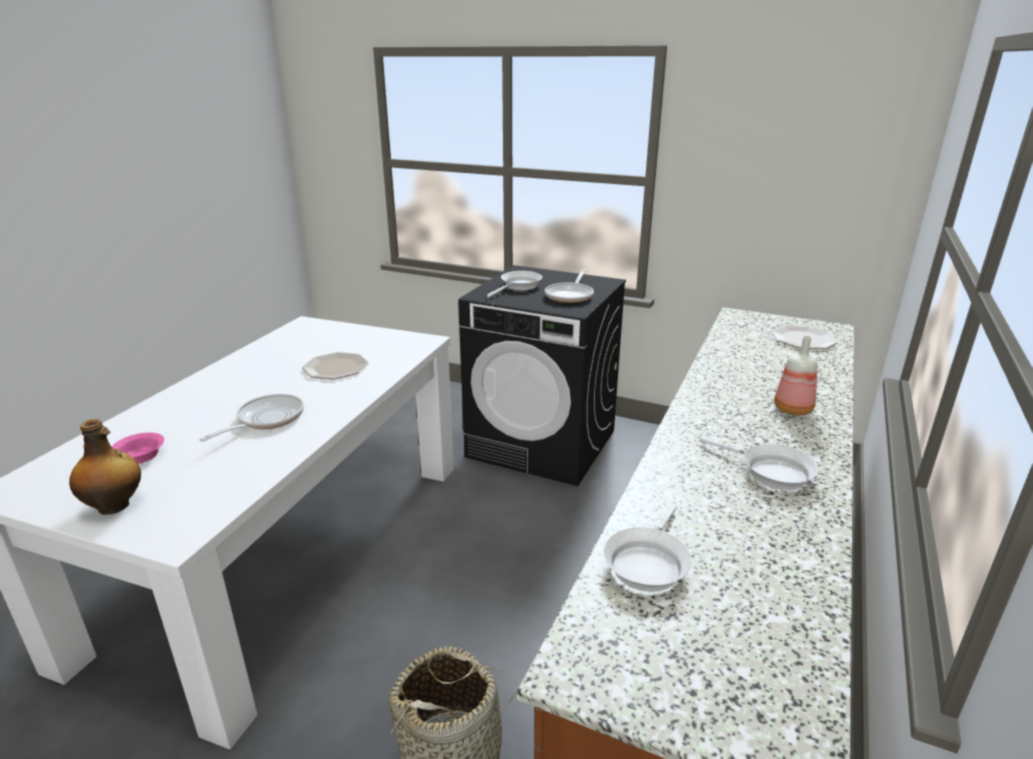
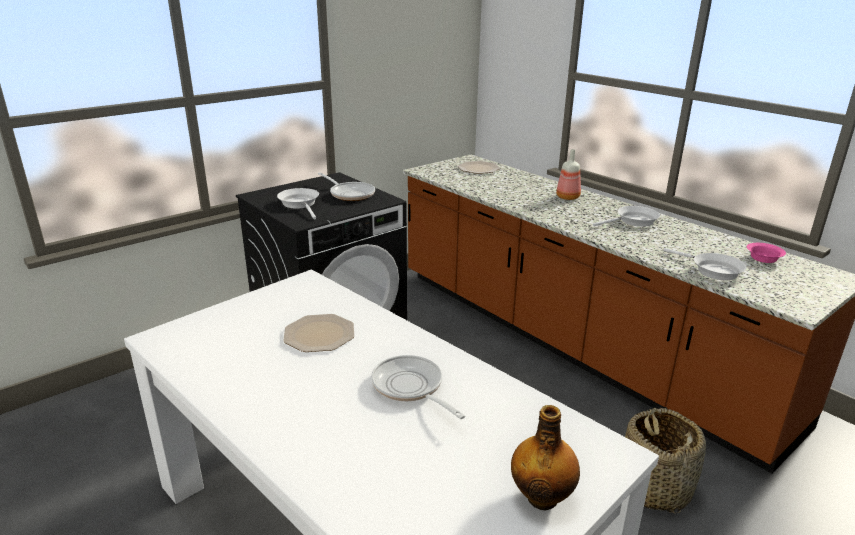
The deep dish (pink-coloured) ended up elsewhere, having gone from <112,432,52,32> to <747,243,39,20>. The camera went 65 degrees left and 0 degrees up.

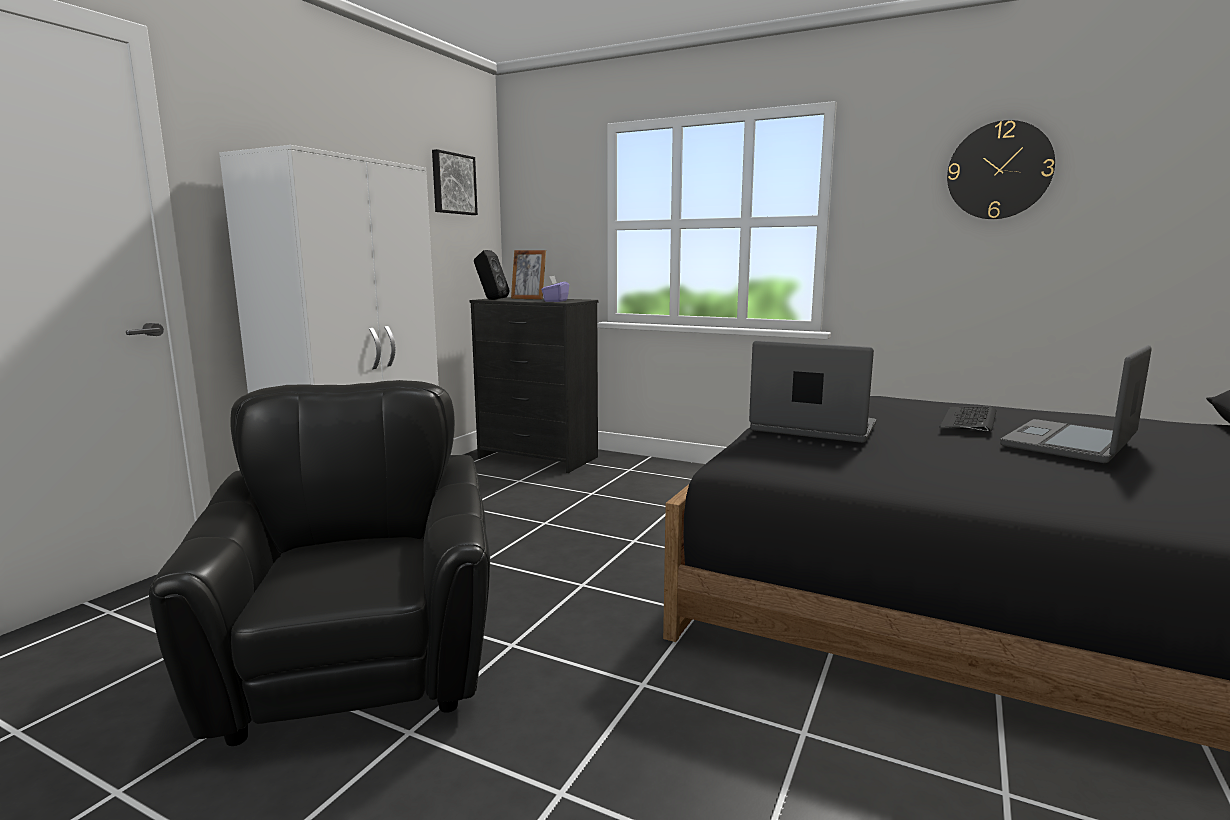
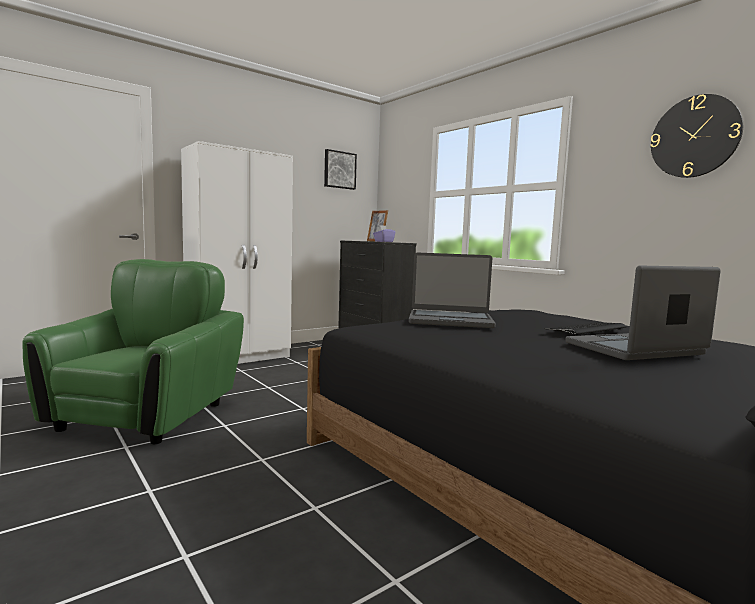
What was the armchair (black) at <149,380,341,366> turned into the armchair (green) at <22,259,222,185>. The second view lost the speaker (black) at <474,250,35,50>. The portable computer at <749,341,127,102> ended up facing another way, 135 degrees clockwise from before. The camera went 25 degrees right and 5 degrees down.

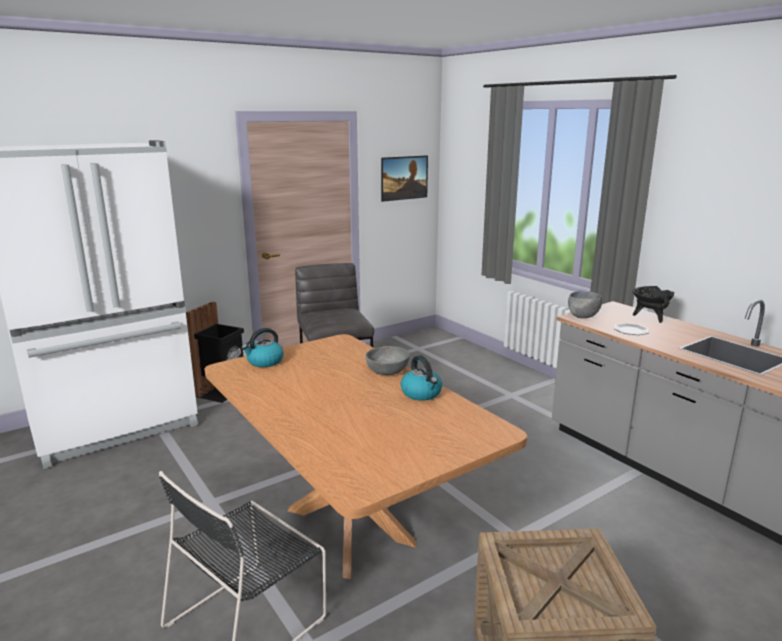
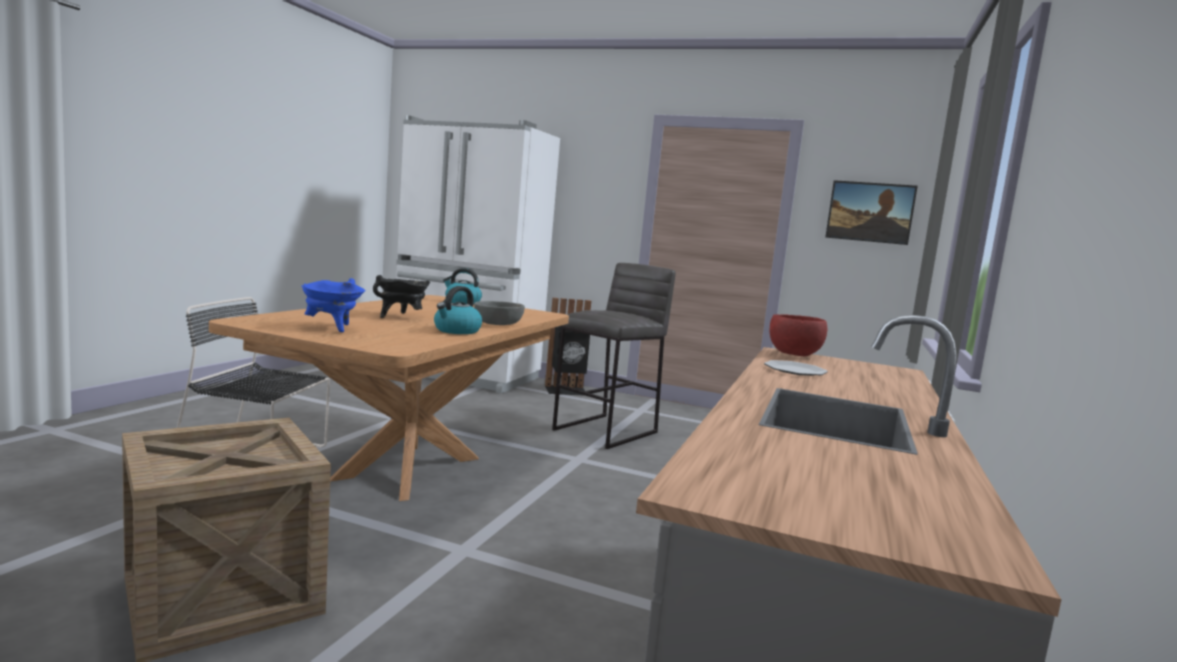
What was the deep dish (grey) at <568,291,34,27> turned into the deep dish (red) at <769,314,58,42>. The stockpot (black) ended up elsewhere, having gone from <632,286,42,37> to <373,275,57,43>. The second view gained the stockpot (blue-coloured) at <301,278,64,54>. The camera went 55 degrees right and 10 degrees down.

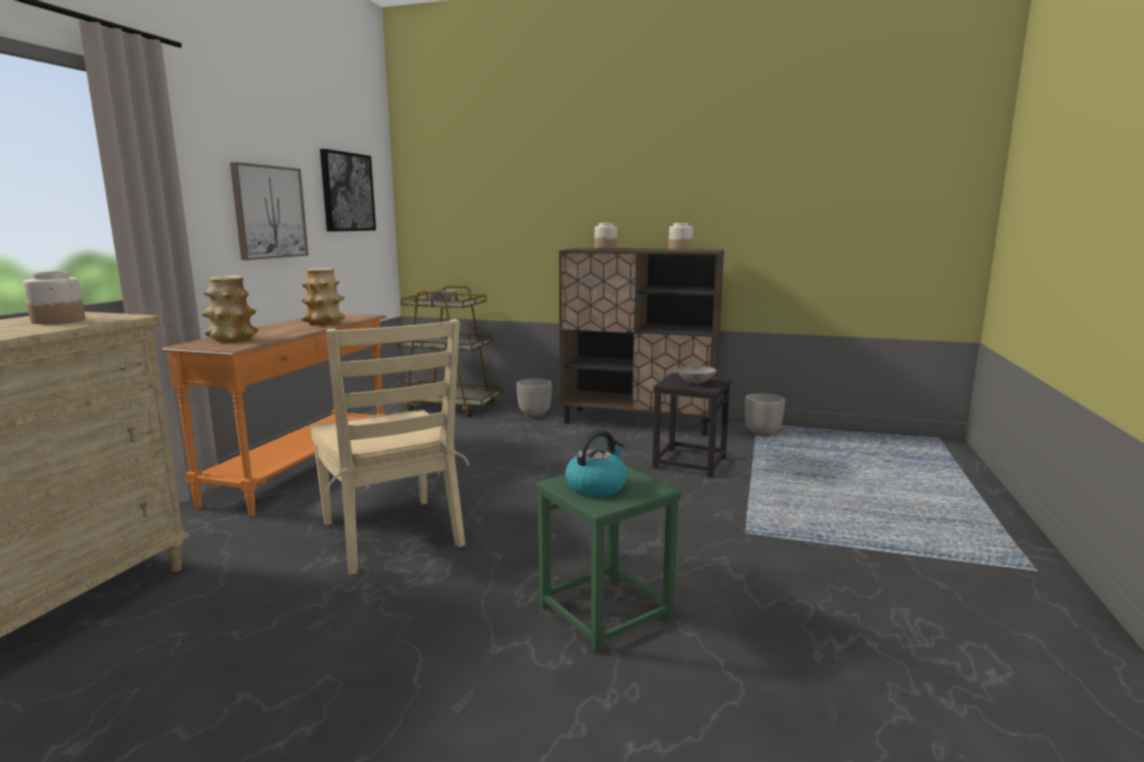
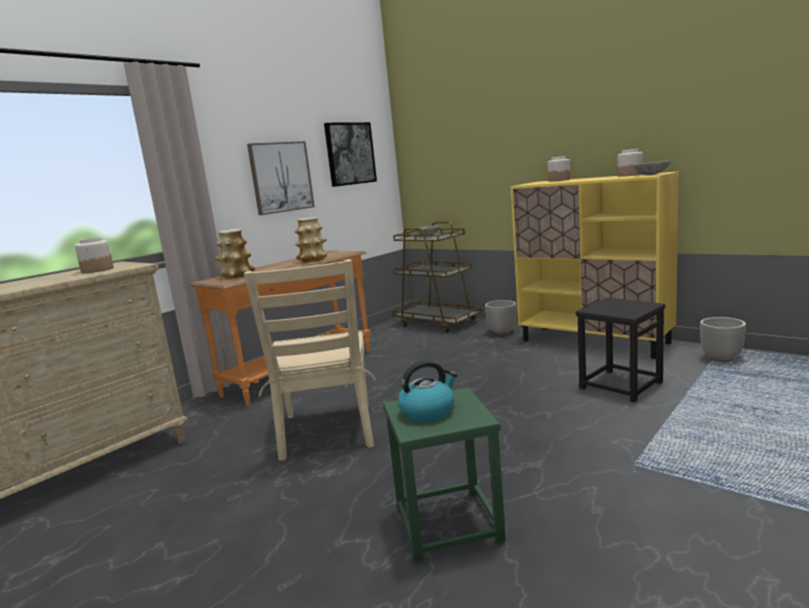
What was the storage cabinet (brown) at <559,248,165,188> turned into the storage cabinet (yellow-coloured) at <511,172,168,187>. The deep dish (grey) ended up elsewhere, having gone from <678,366,39,18> to <634,160,37,15>. The camera went 25 degrees right and 0 degrees up.

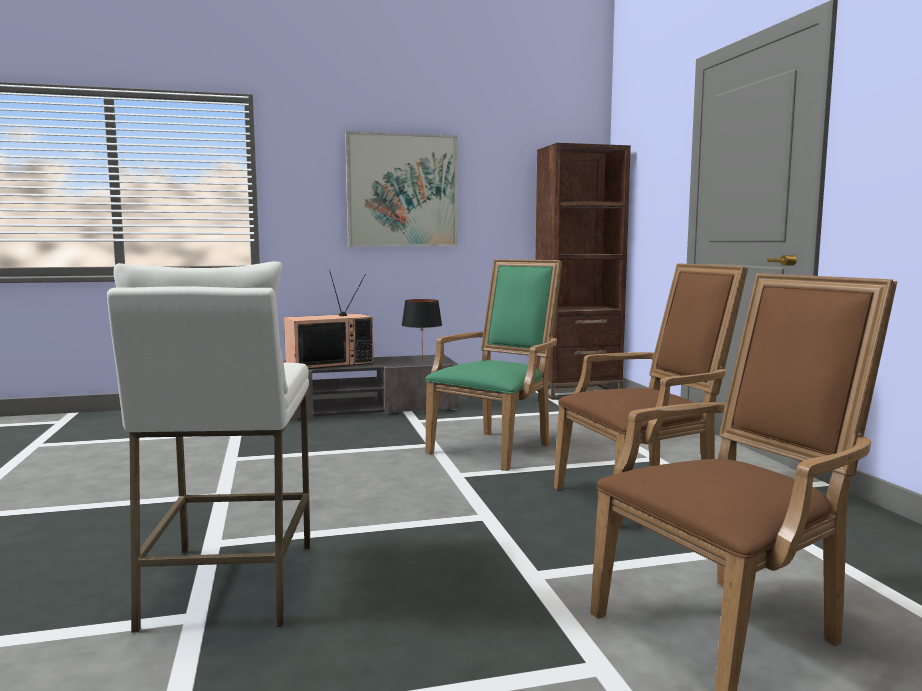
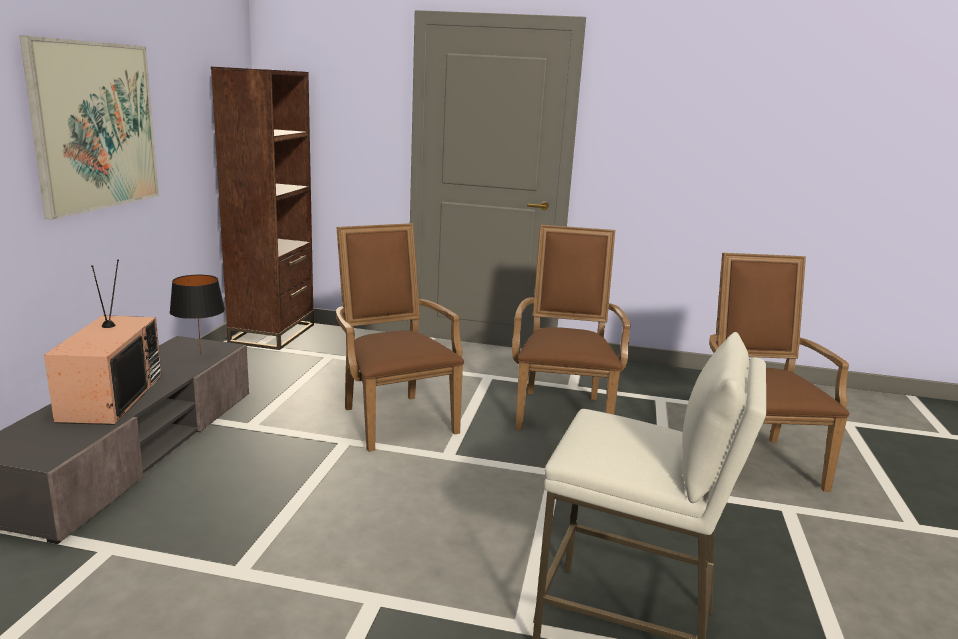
What was the armchair (green) at <425,259,137,212> turned into the armchair (brown) at <336,223,128,229>. The camera went 65 degrees left and 10 degrees up.

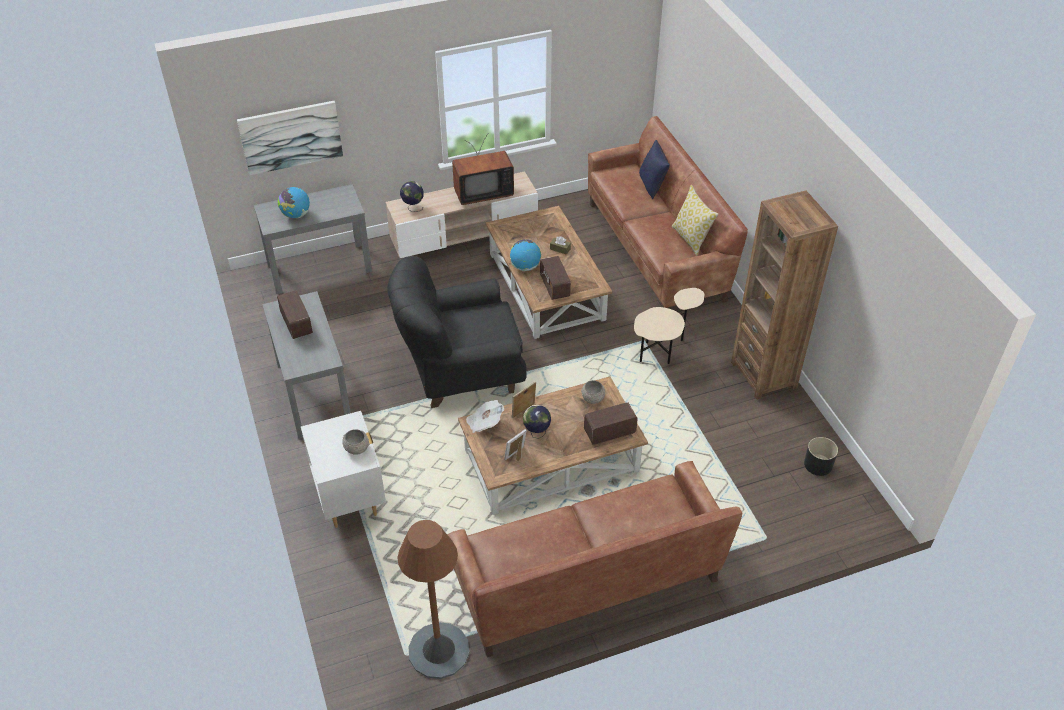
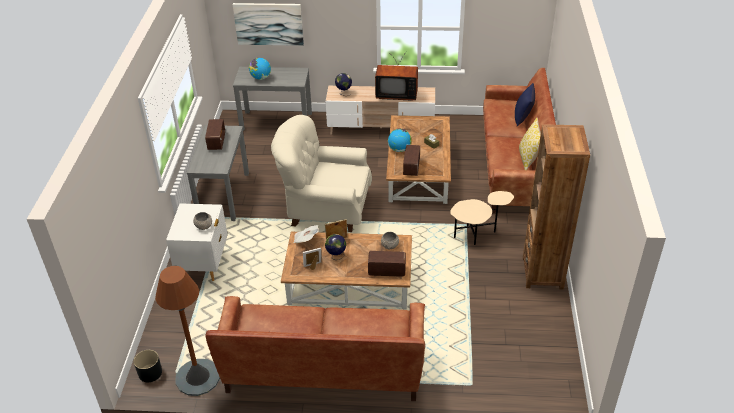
What was the armchair (black) at <387,256,140,152> turned into the armchair (beige-coloured) at <271,115,101,117>. The plant pot (black) ended up elsewhere, having gone from <804,437,34,39> to <134,350,28,33>. The camera went 25 degrees right and 5 degrees down.

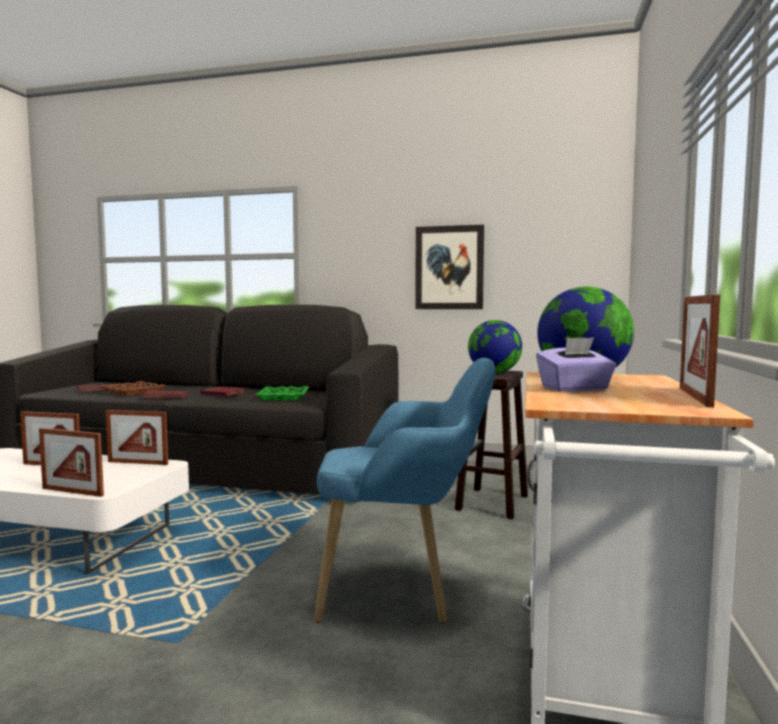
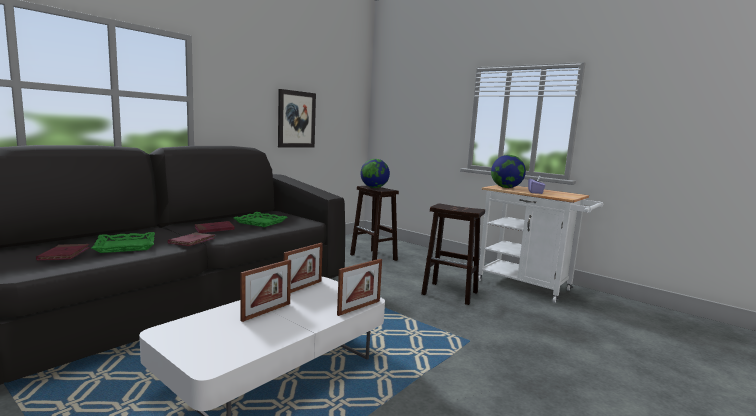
What was the serving tray (brown) at <100,381,66,15> turned into the serving tray (green) at <92,232,63,21>. Where the armchair (blue-coloured) stood at <314,358,182,265>, the sitting stool (brown) came to stand at <421,203,64,102>. The second view lost the standing frame at <680,295,40,112>. The camera went 65 degrees left and 5 degrees up.

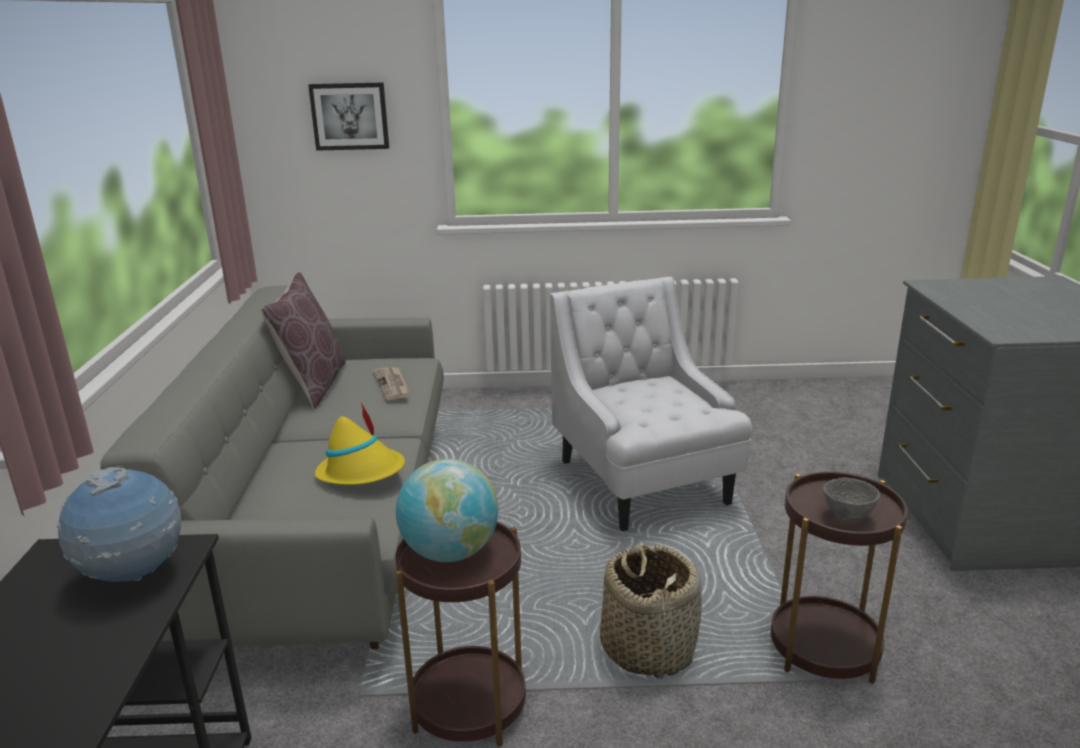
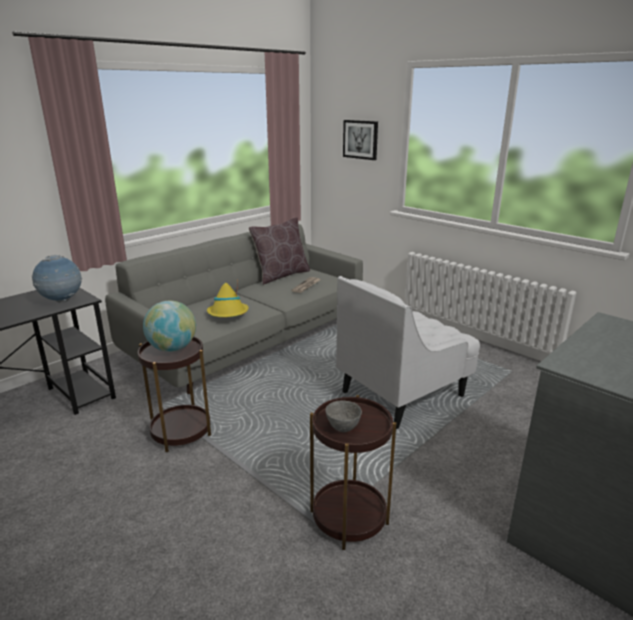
The armchair (whitish) at <550,277,203,254> ended up facing another way, 150 degrees counterclockwise from before. The second view lost the storage basket at <600,543,102,136>. The camera went 45 degrees right and 0 degrees up.

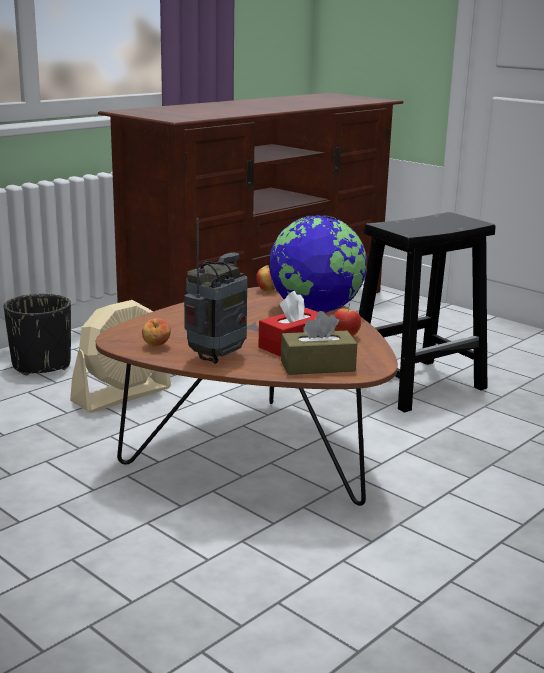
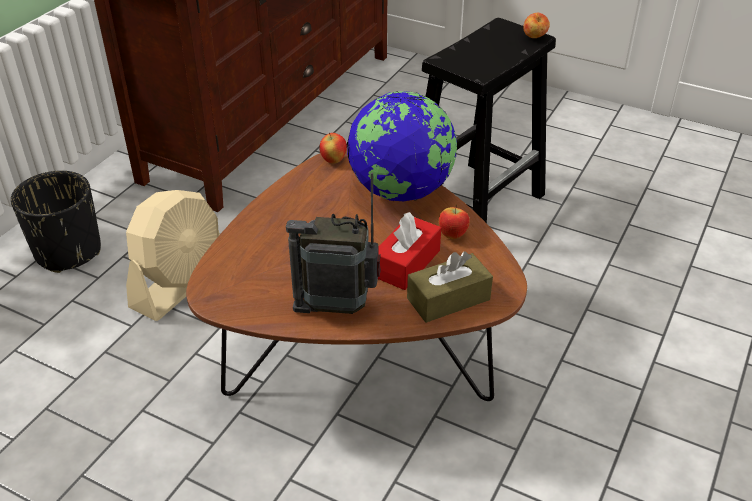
The apple ended up elsewhere, having gone from <142,318,29,29> to <523,13,27,25>. The radio set at <184,218,64,146> ended up facing another way, 105 degrees counterclockwise from before. The camera went 15 degrees left and 20 degrees up.

